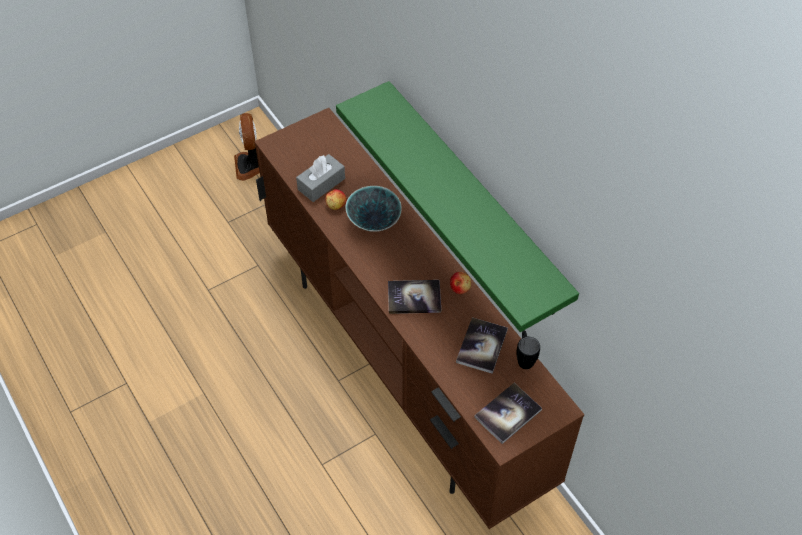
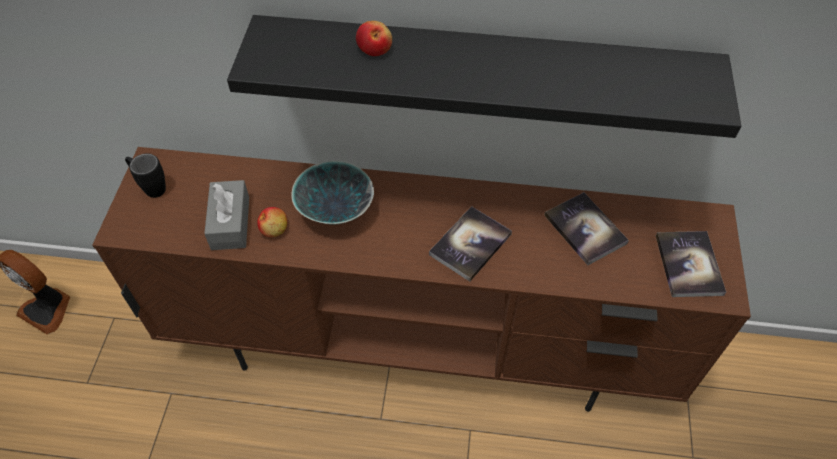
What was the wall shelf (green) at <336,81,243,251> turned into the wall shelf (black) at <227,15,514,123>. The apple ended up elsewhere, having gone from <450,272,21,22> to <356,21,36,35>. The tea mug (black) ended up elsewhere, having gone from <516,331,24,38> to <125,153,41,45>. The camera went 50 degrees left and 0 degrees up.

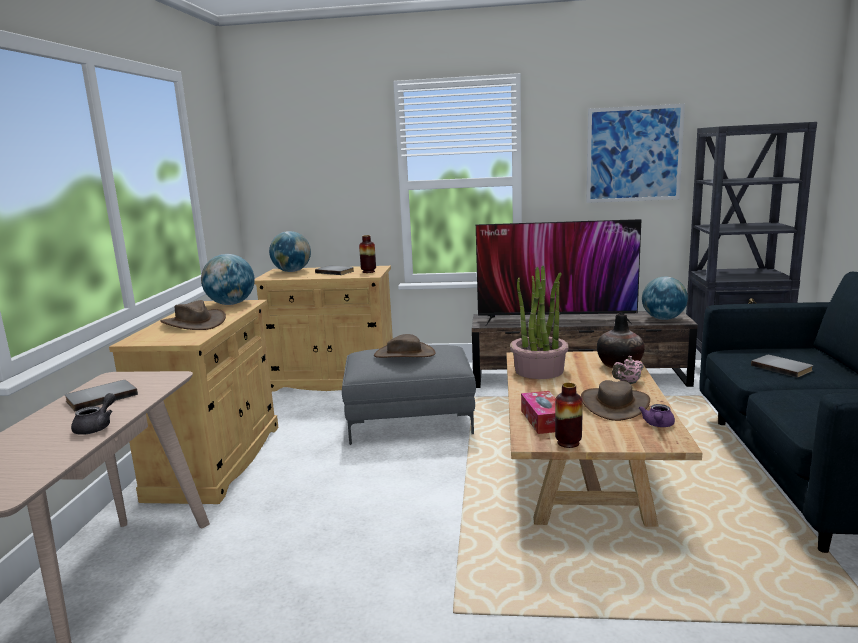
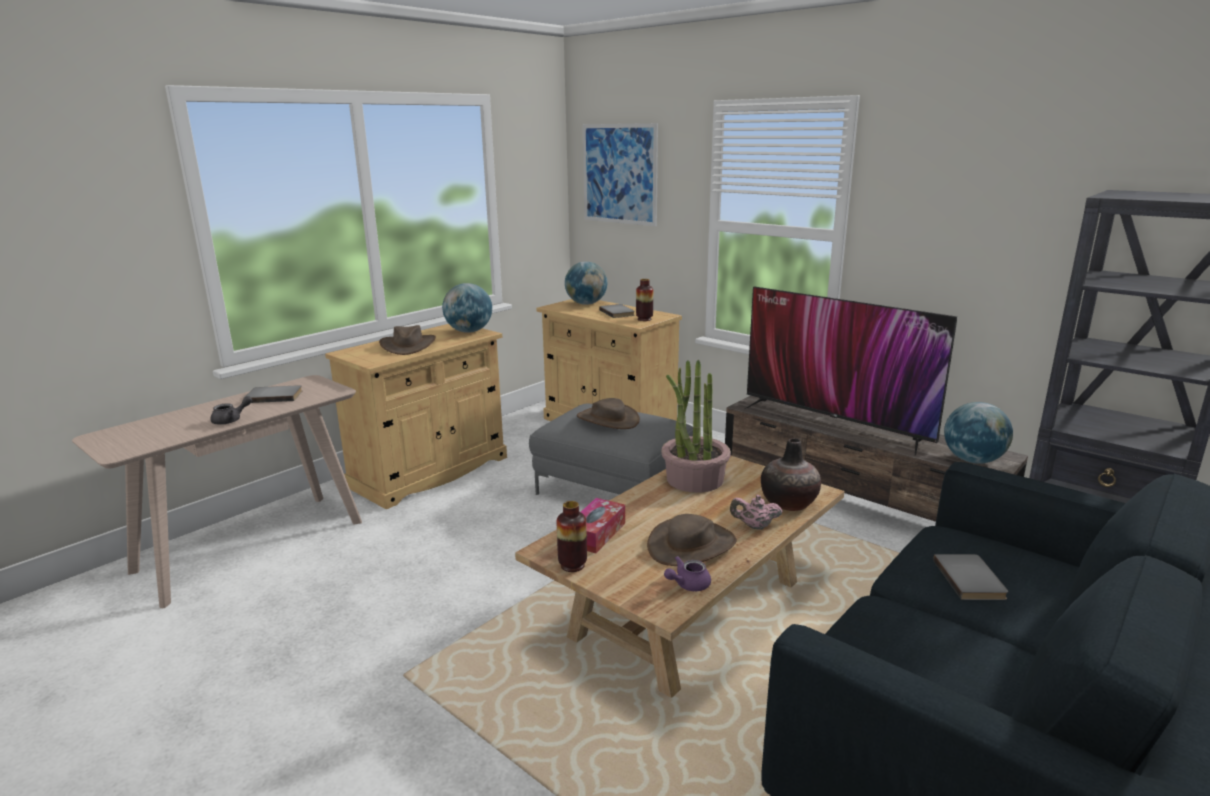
The picture ended up elsewhere, having gone from <586,104,99,99> to <583,123,75,103>. The camera went 35 degrees right and 5 degrees up.

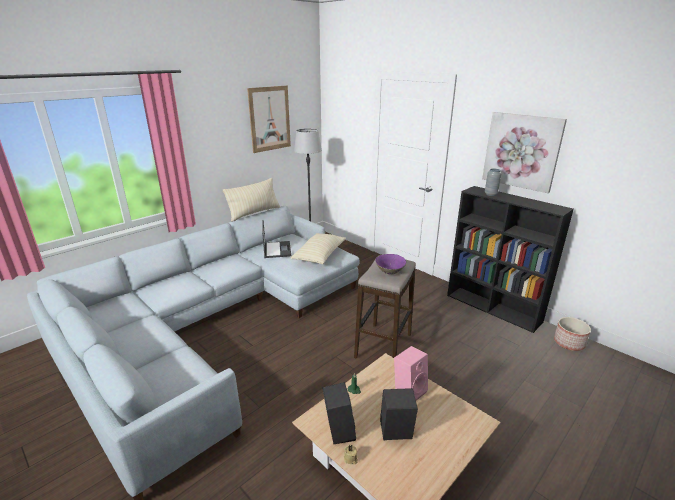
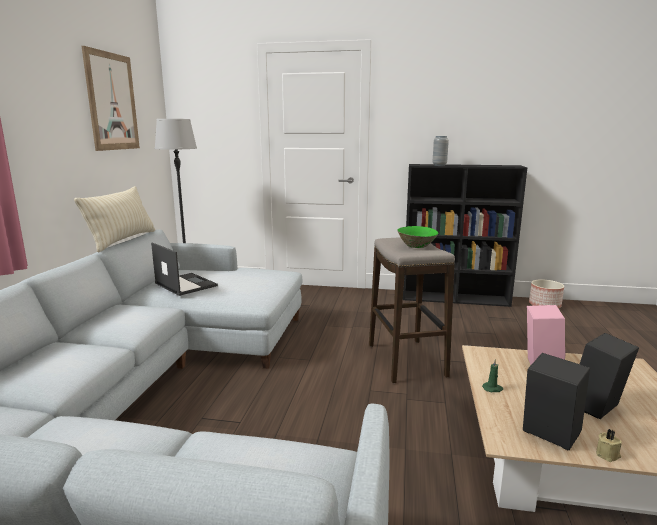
The second view lost the cushion (beige-coloured) at <290,233,56,31>. What was the deep dish (purple) at <375,254,31,20> turned into the deep dish (green) at <398,226,41,22>. The second view lost the picture at <482,112,85,81>. The camera went 35 degrees left and 10 degrees down.

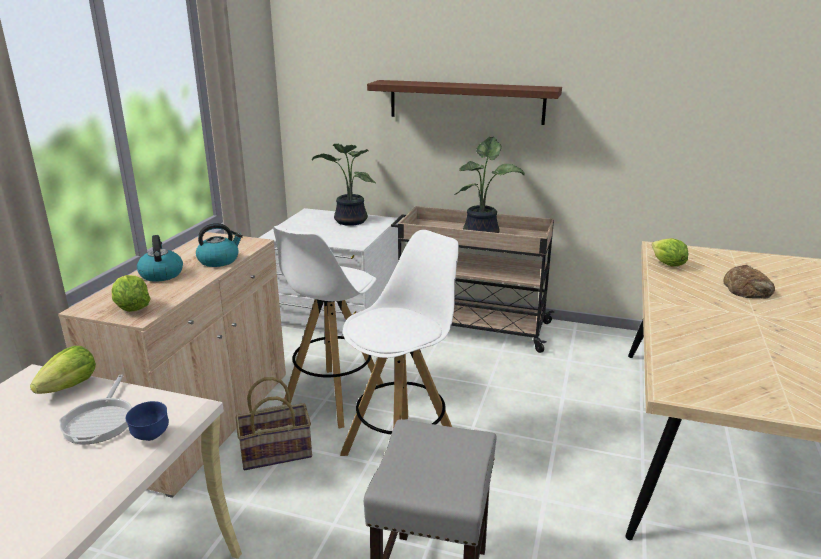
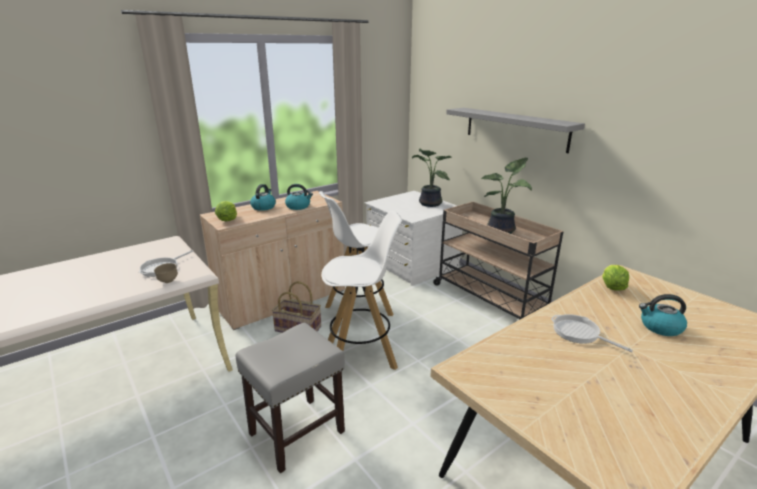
The second view lost the lettuce head at <30,346,66,48>. What was the deep dish (blue-coloured) at <126,401,43,40> turned into the deep dish (brown) at <154,263,24,20>. What was the wall shelf (brown) at <367,80,195,45> turned into the wall shelf (grey) at <446,108,139,45>. Where the bread stood at <724,265,51,34>, the tea kettle came to stand at <639,294,48,42>. The second view gained the pan at <551,314,82,38>. The camera went 35 degrees right and 0 degrees up.

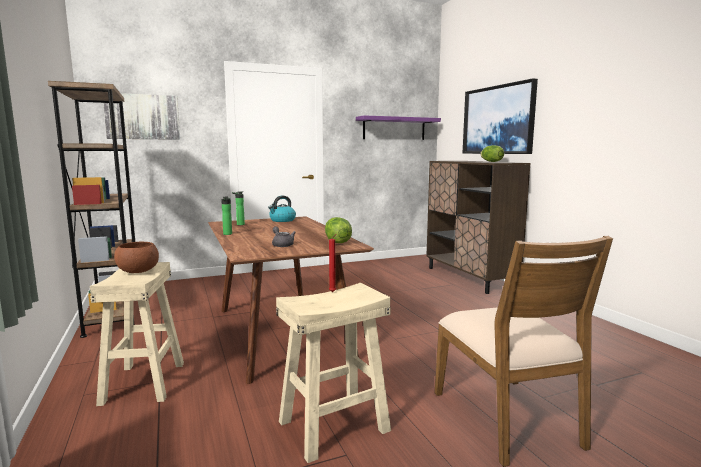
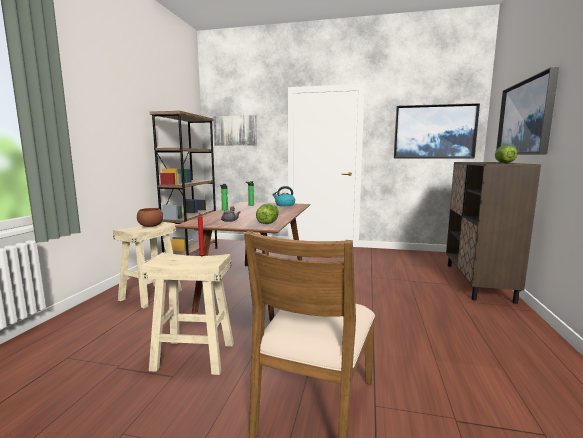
Where the wall shelf (purple) hung at <356,115,85,25>, the picture came to hang at <394,103,86,56>. The camera went 35 degrees right and 0 degrees up.

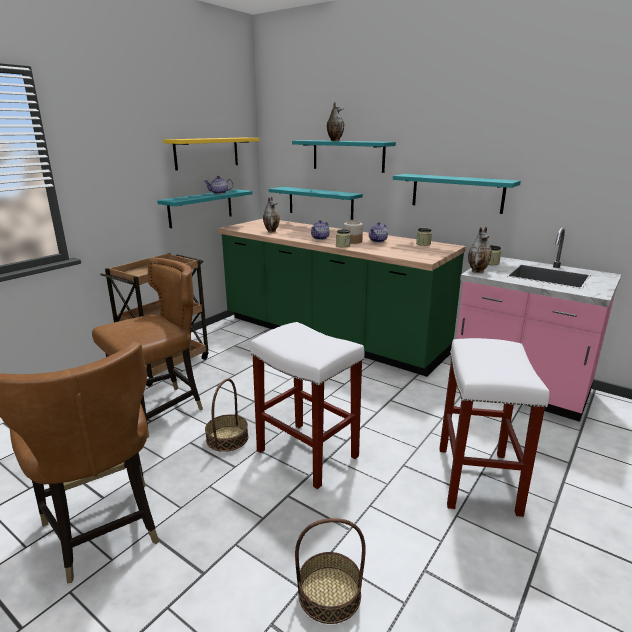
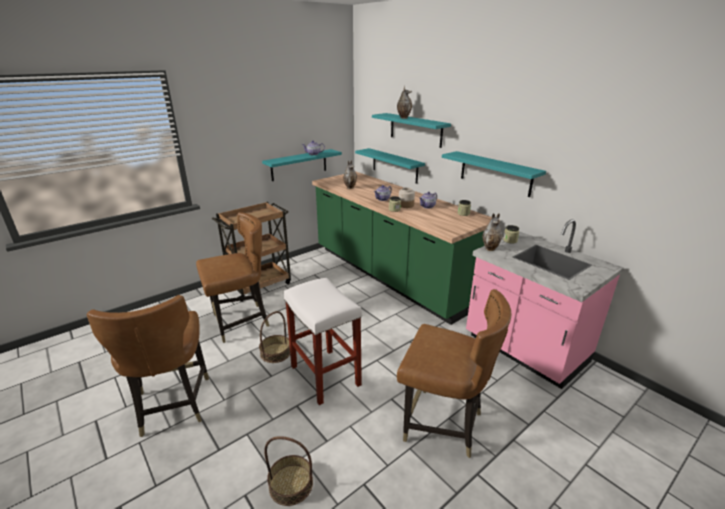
The second view lost the wall shelf (yellow-coloured) at <163,138,96,32>. Where the sitting stool (whitish) stood at <439,338,110,179>, the chair (brown) came to stand at <397,289,115,169>. The camera went 15 degrees right and 5 degrees up.

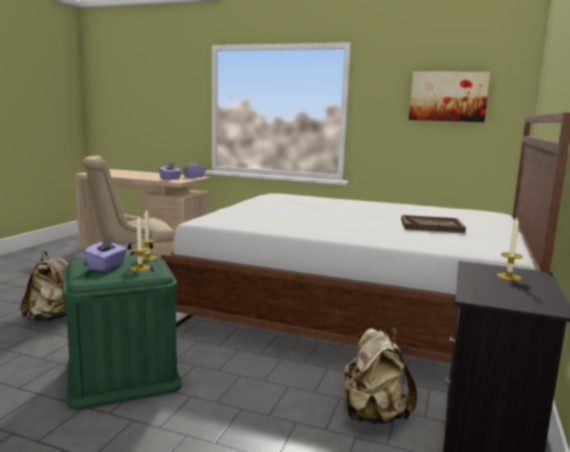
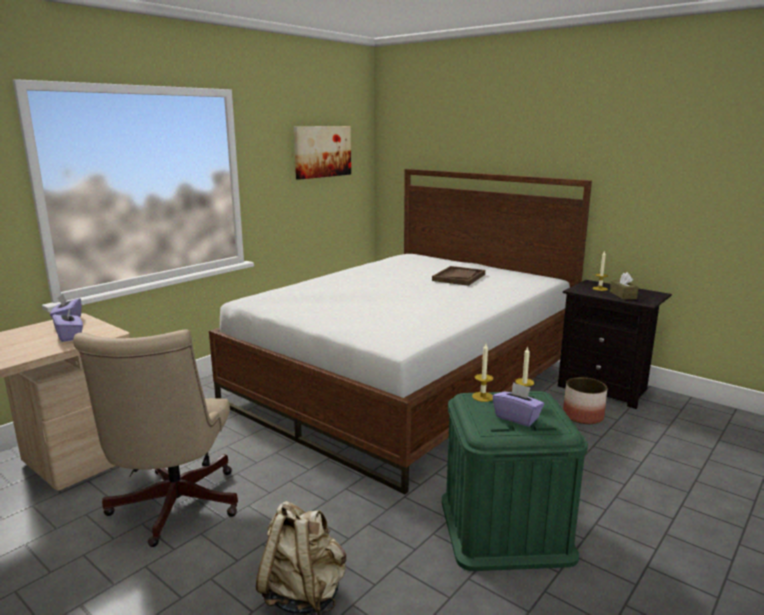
Where the backpack (beige-coloured) stood at <343,328,74,96>, the plant pot came to stand at <563,377,44,47>. The second view gained the box of tissues (brown) at <610,272,29,27>. The camera went 70 degrees left and 5 degrees up.

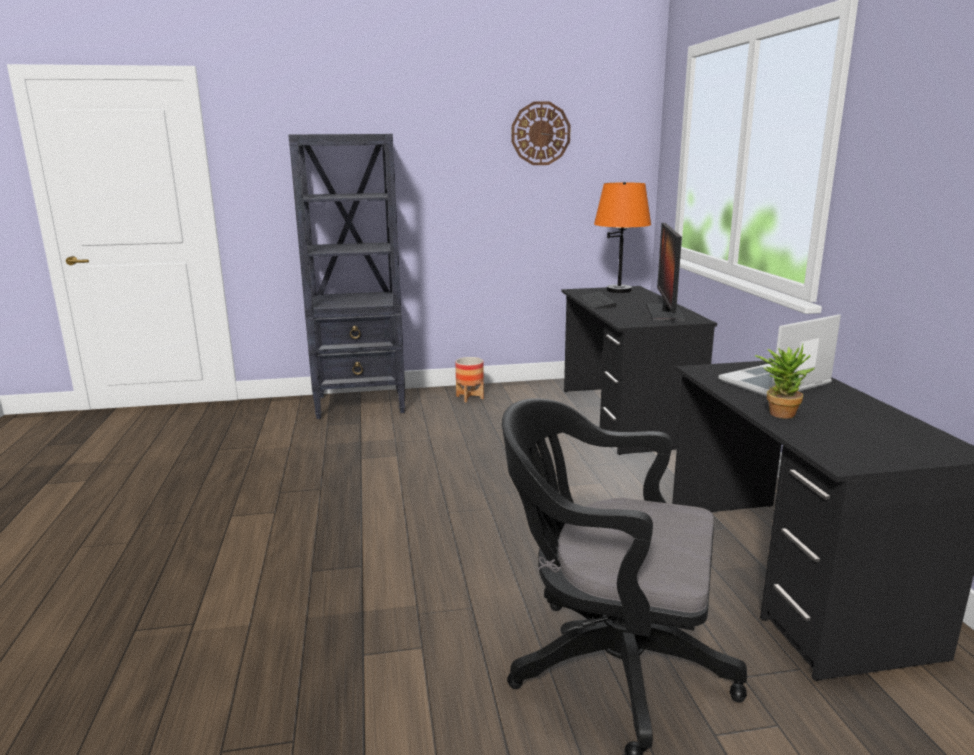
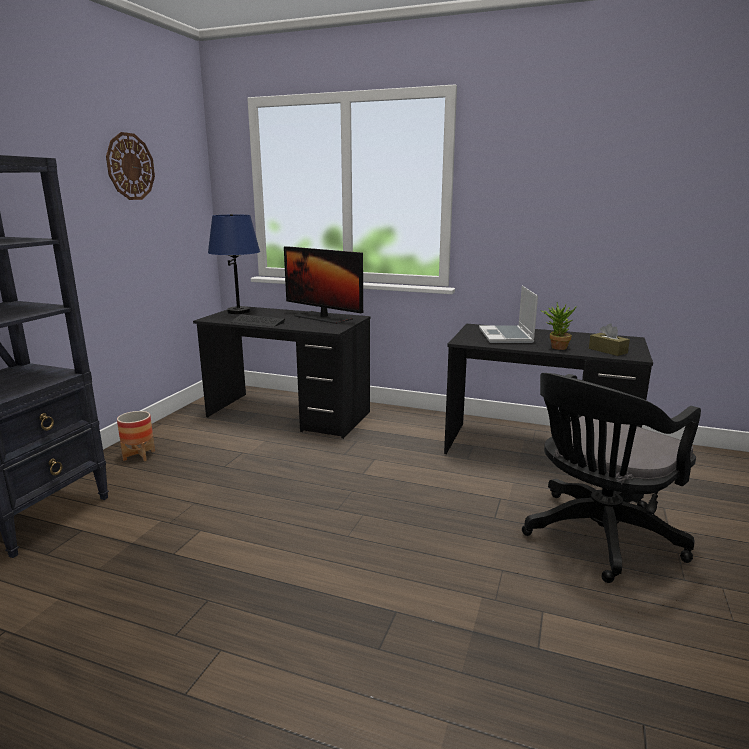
What was the lamp for a table (orange) at <594,182,57,111> turned into the lamp for a table (blue-coloured) at <208,214,52,100>. The second view gained the box of tissues (brown) at <589,323,41,33>. The camera went 60 degrees left and 0 degrees up.

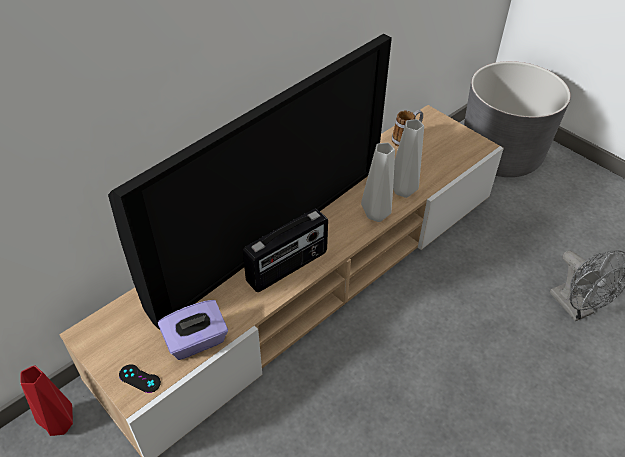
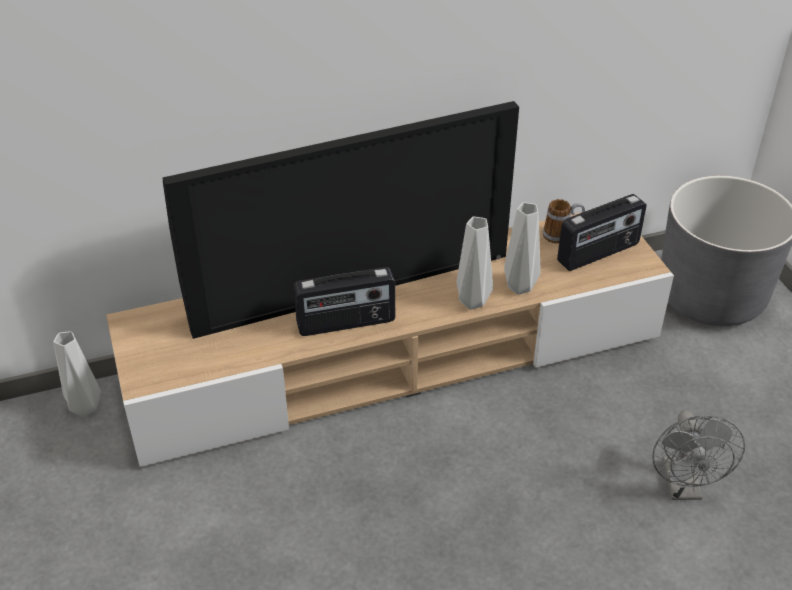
What was the flower vase (red) at <20,365,53,71> turned into the flower vase (grey) at <53,331,48,86>. The second view lost the game controller (black) at <119,364,42,29>. The second view lost the box of tissues (purple) at <158,300,70,60>. The second view gained the radio set at <557,194,90,77>. The camera went 25 degrees right and 5 degrees down.

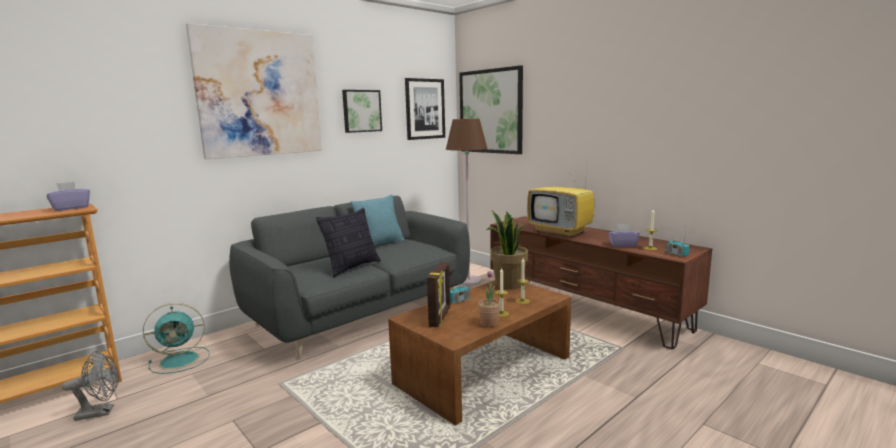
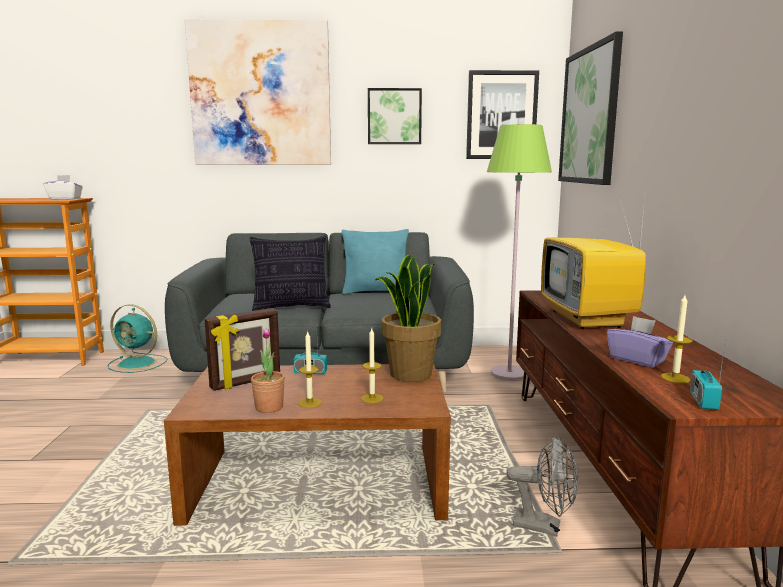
What was the box of tissues (purple) at <47,182,43,29> turned into the box of tissues (whitish) at <43,175,40,24>. The fan (grey) ended up elsewhere, having gone from <62,351,57,70> to <507,436,71,101>. What was the standard lamp (brown) at <446,119,41,167> turned into the standard lamp (green) at <487,124,65,257>. The camera went 40 degrees right and 0 degrees up.

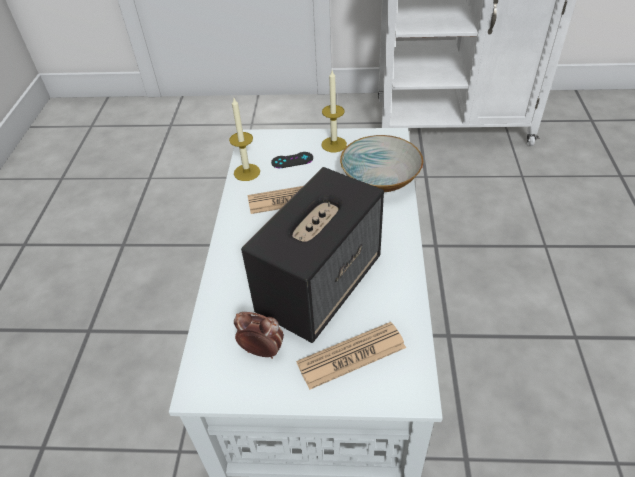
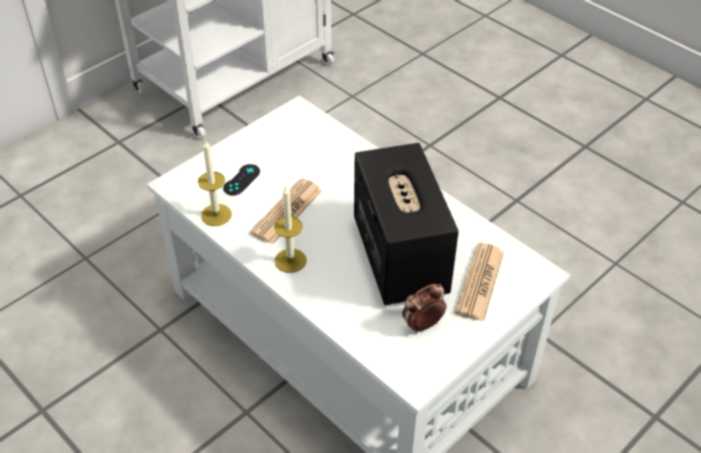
The candle ended up elsewhere, having gone from <322,71,25,81> to <274,186,33,87>. The second view lost the deep dish at <340,135,83,57>. The camera went 50 degrees left and 0 degrees up.

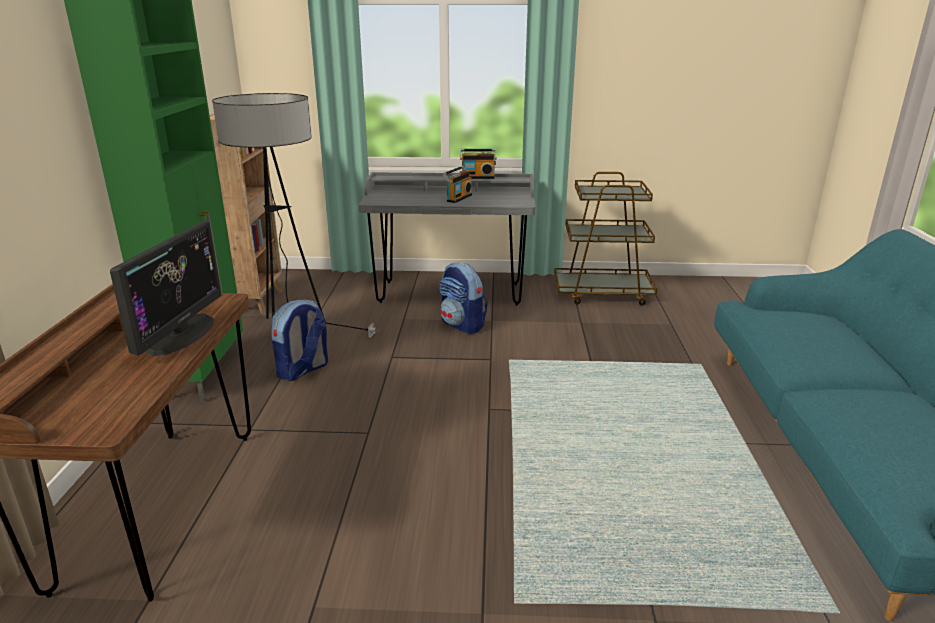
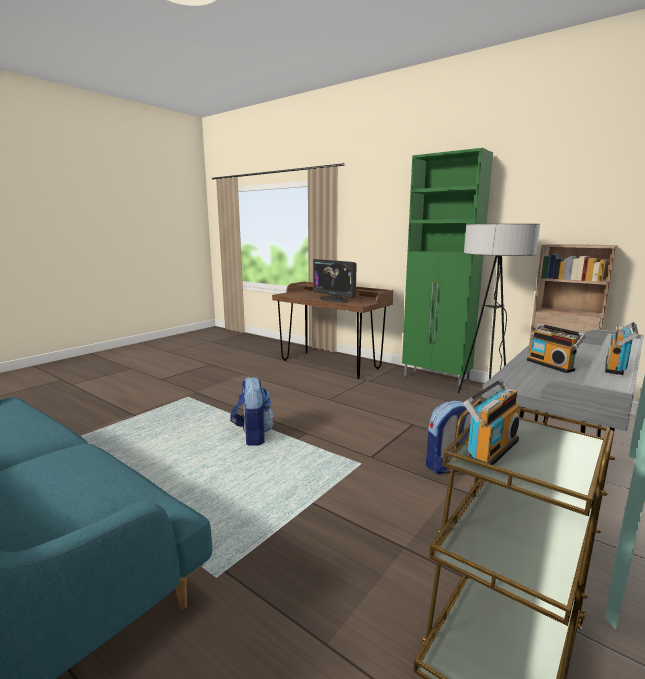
The backpack ended up elsewhere, having gone from <271,300,57,81> to <230,377,45,69>. The second view gained the radio set at <463,379,57,90>. The camera went 125 degrees right and 10 degrees down.

